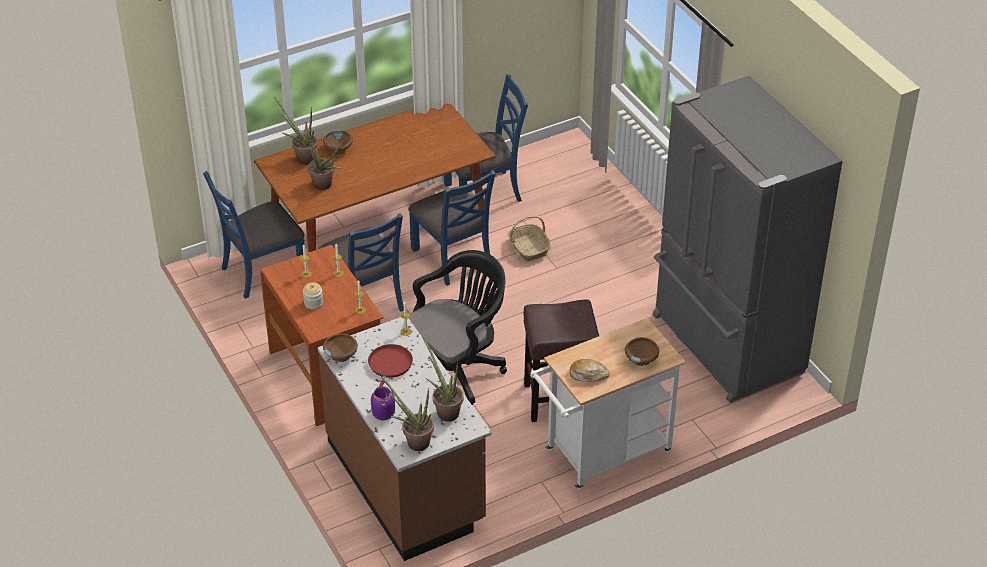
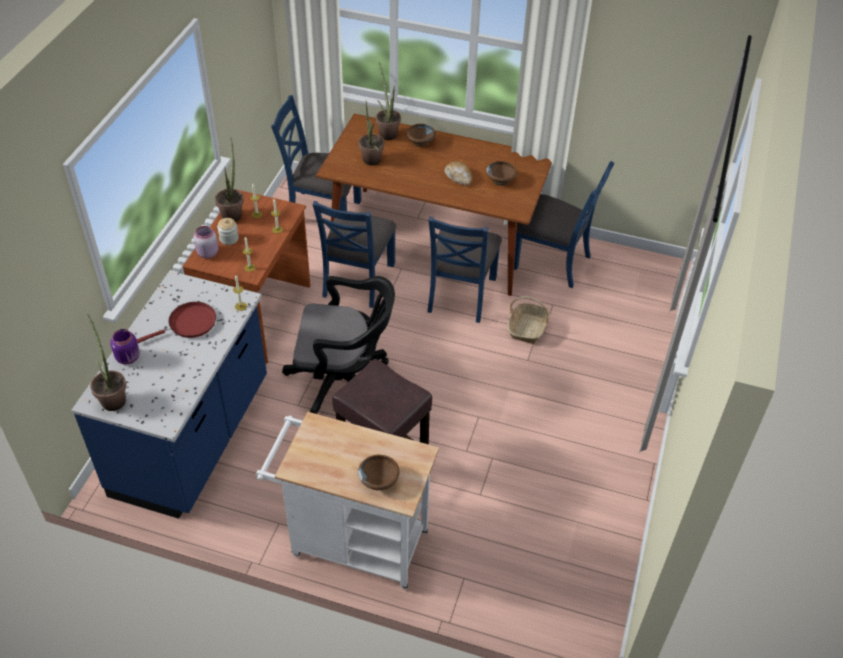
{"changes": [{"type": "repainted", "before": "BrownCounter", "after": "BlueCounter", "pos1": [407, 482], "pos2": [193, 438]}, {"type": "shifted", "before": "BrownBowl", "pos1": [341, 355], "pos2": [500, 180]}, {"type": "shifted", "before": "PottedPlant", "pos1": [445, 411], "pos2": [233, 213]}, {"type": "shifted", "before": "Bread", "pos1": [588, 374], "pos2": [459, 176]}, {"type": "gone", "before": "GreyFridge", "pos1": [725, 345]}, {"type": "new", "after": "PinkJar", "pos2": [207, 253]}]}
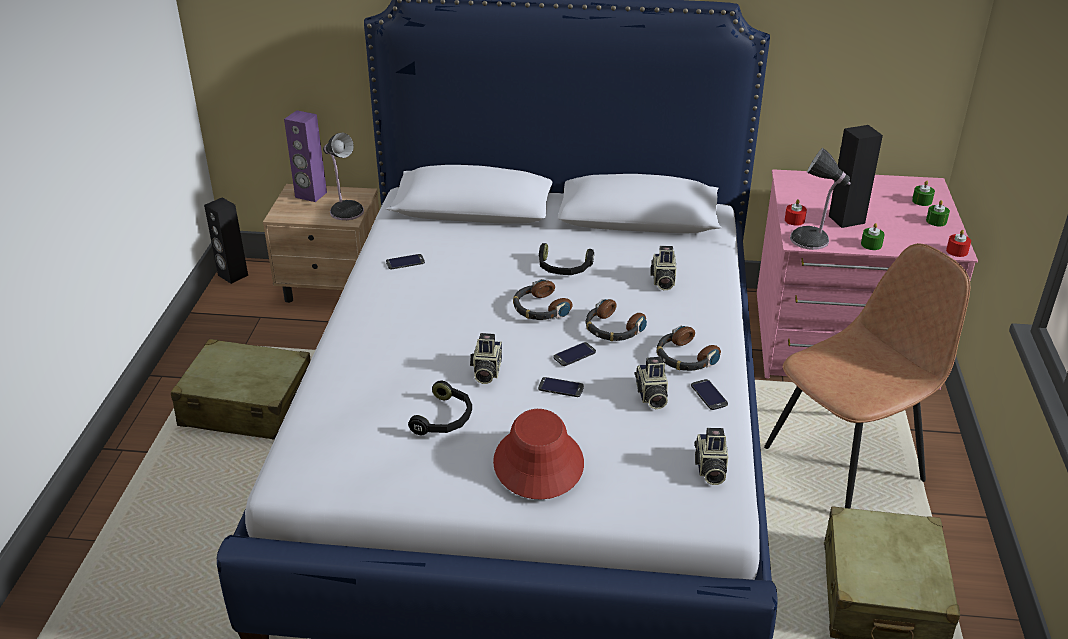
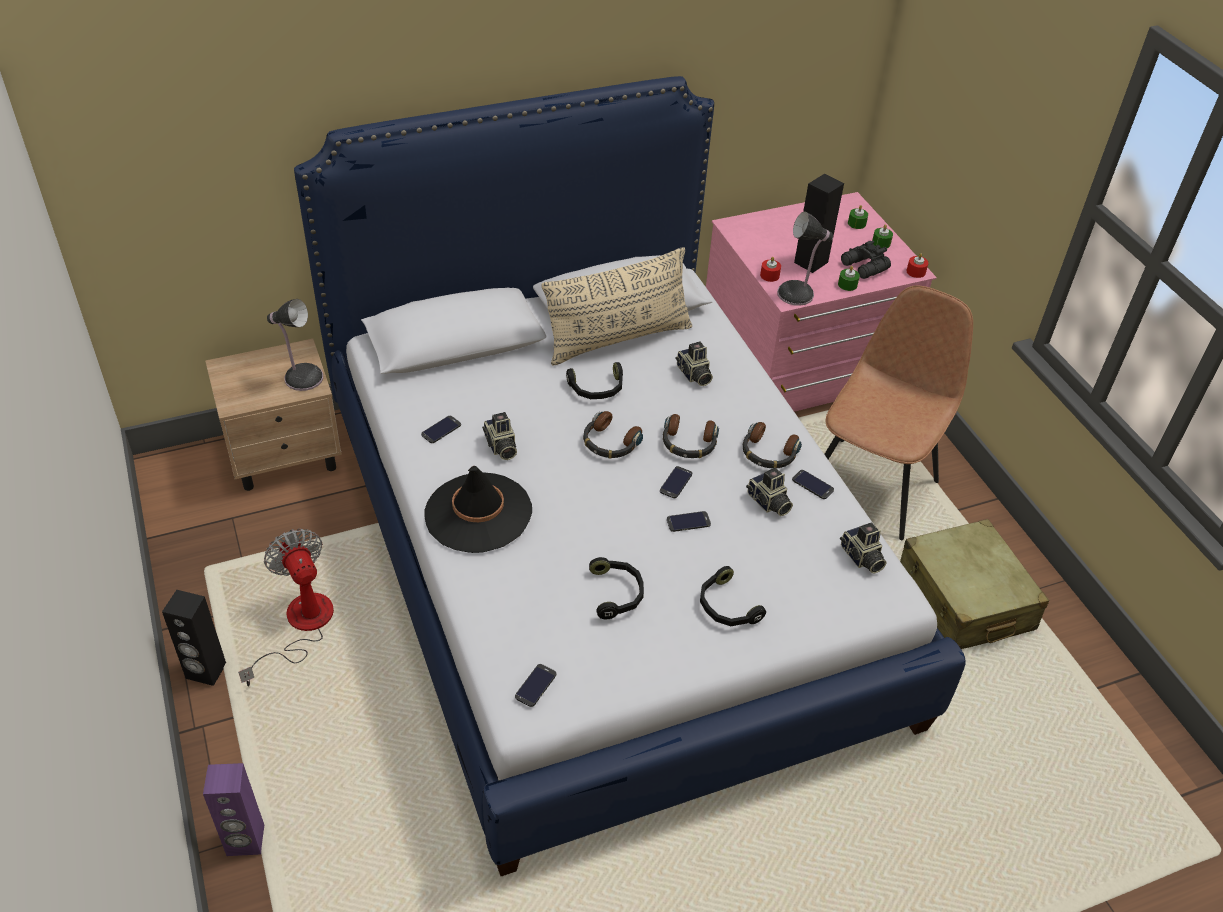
{"changes": [{"type": "swapped", "before": "BeigeSuitcase", "after": "Fan", "pos1": [247, 406], "pos2": [300, 627]}, {"type": "shifted", "before": "BlackSpeaker", "pos1": [232, 275], "pos2": [205, 671]}, {"type": "shifted", "before": "PurpleSpeaker", "pos1": [310, 195], "pos2": [245, 841]}, {"type": "shifted", "before": "PhotoCamera", "pos1": [486, 371], "pos2": [500, 447]}, {"type": "swapped", "before": "RedHat", "after": "BlackHeadphones", "pos1": [538, 463], "pos2": [726, 607]}, {"type": "new", "after": "BlackHat", "pos2": [478, 513]}, {"type": "new", "after": "Phone", "pos2": [536, 685]}, {"type": "new", "after": "BeigePillow", "pos2": [618, 339]}, {"type": "new", "after": "BlackBinoculars", "pos2": [864, 267]}]}
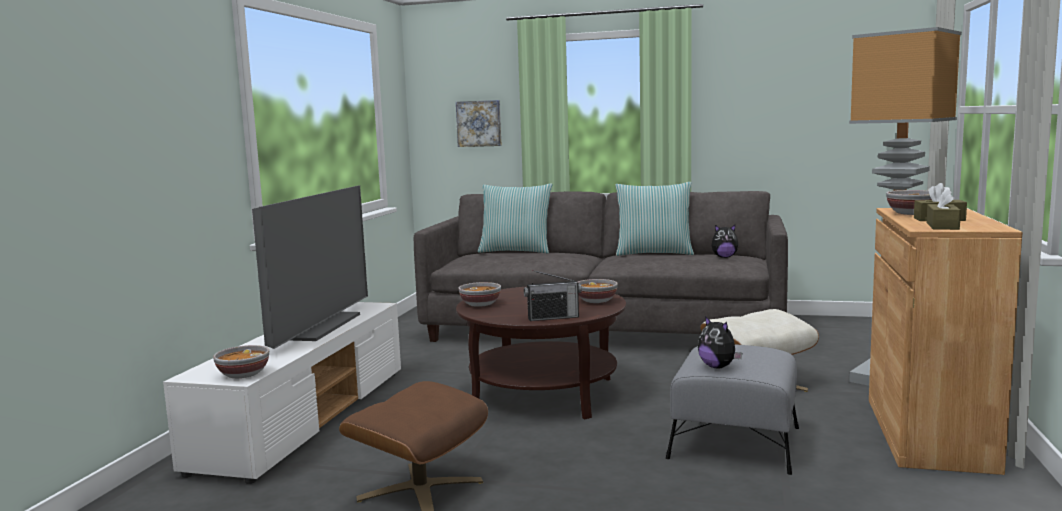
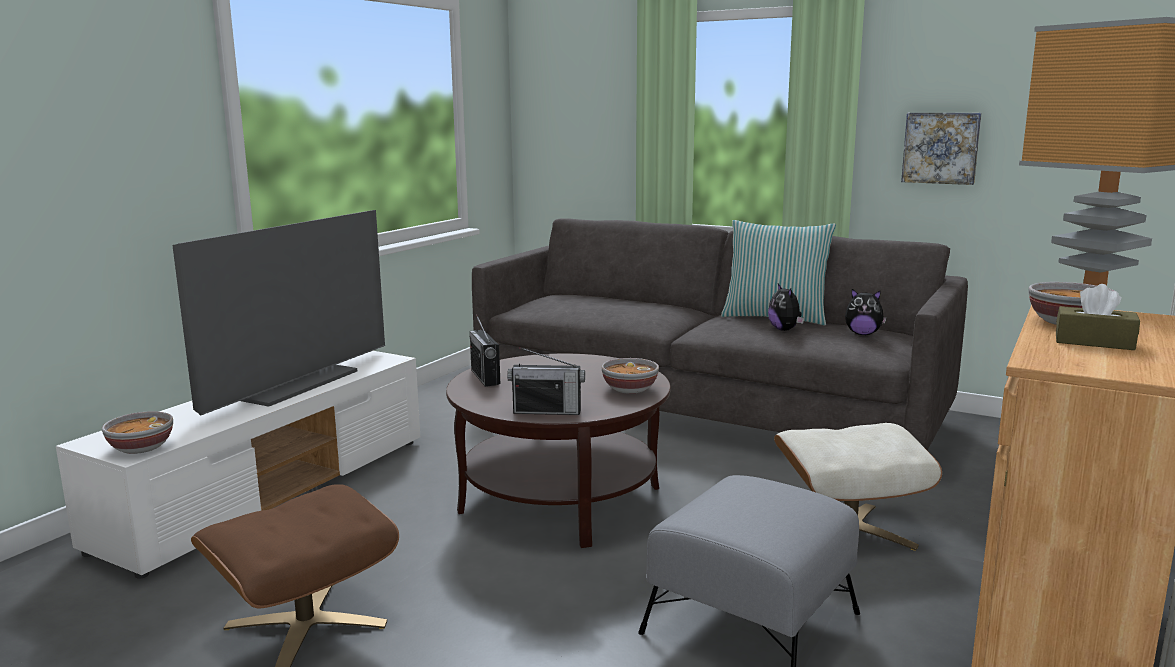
{"changes": [{"type": "shifted", "before": "Picture", "pos1": [479, 123], "pos2": [941, 148]}, {"type": "swapped", "before": "Bowl", "after": "Radio", "pos1": [480, 304], "pos2": [485, 377]}, {"type": "gone", "before": "Pillow", "pos1": [516, 251]}, {"type": "shifted", "before": "PlushToy", "pos1": [718, 367], "pos2": [785, 330]}, {"type": "gone", "before": "BrownTissueBox", "pos1": [942, 226]}]}
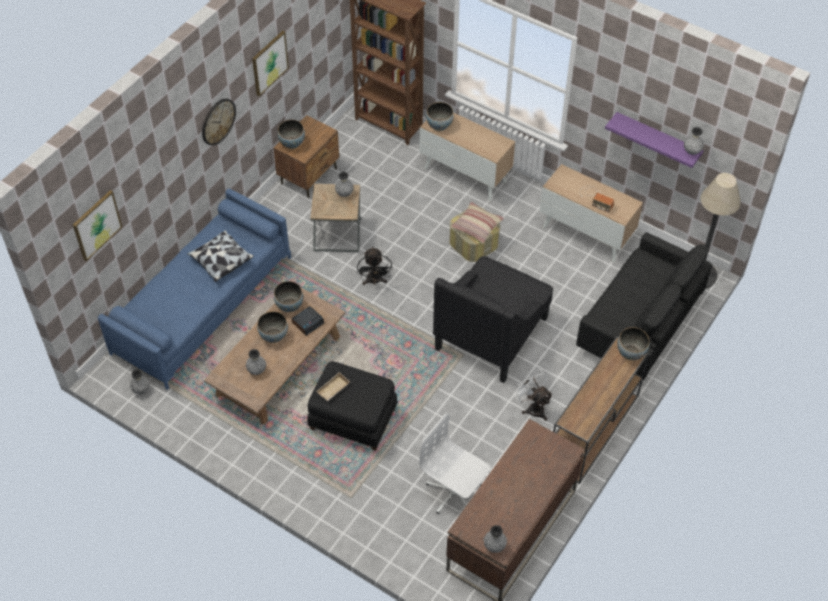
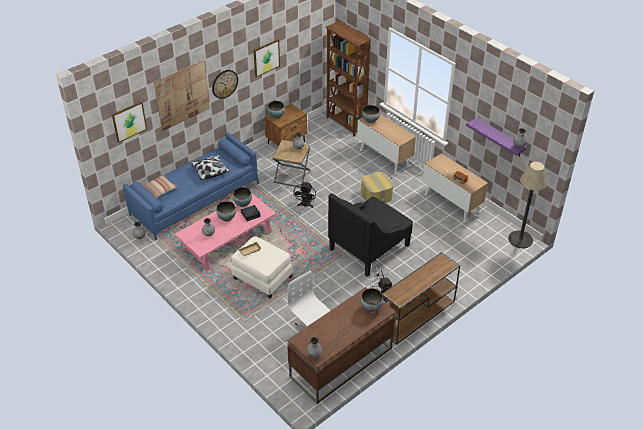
{"changes": [{"type": "repainted", "before": "BrownCoffeeTable", "after": "PinkCoffeeTable", "pos1": [278, 365], "pos2": [228, 240]}, {"type": "repainted", "before": "BlackOttoman", "after": "WhiteOttoman", "pos1": [352, 420], "pos2": [262, 278]}, {"type": "shifted", "before": "Pillow", "pos1": [477, 226], "pos2": [160, 189]}, {"type": "gone", "before": "BlackSofa", "pos1": [639, 325]}, {"type": "shifted", "before": "Bowl", "pos1": [630, 353], "pos2": [371, 307]}, {"type": "new", "after": "Picture", "pos2": [182, 95]}]}
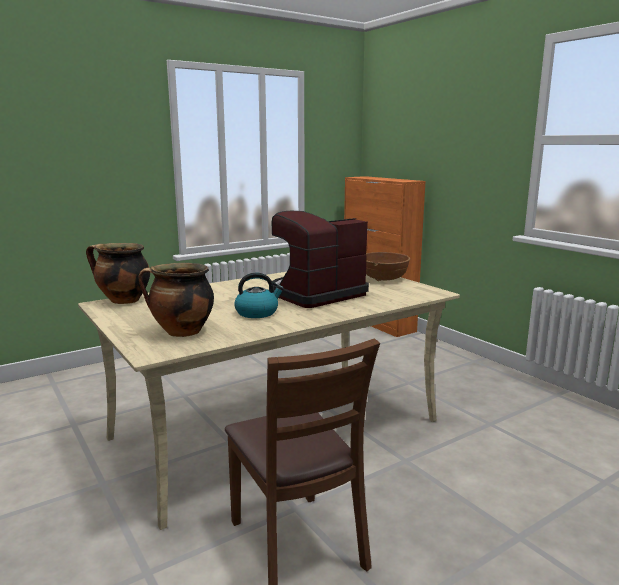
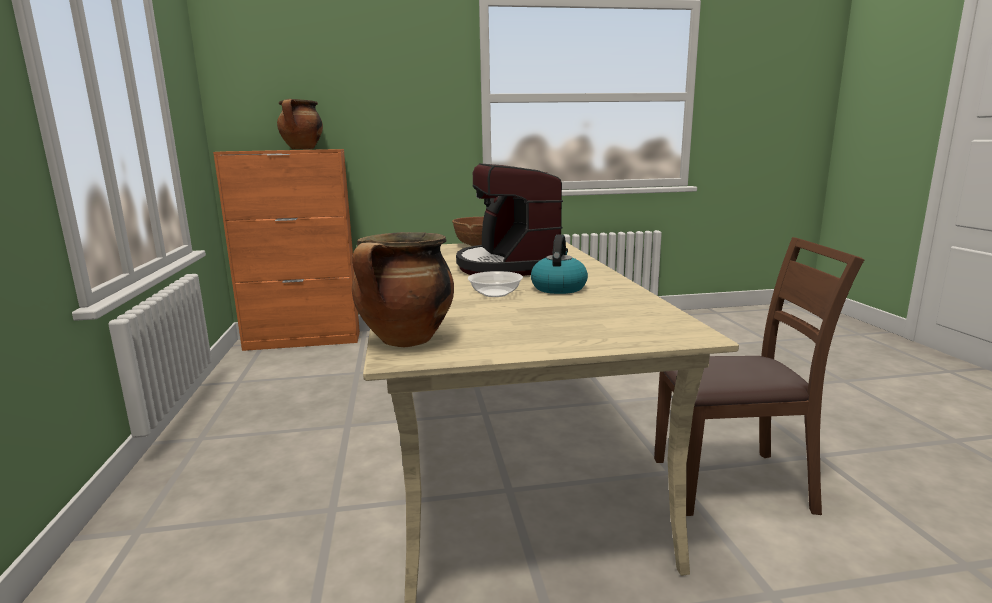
{"changes": [{"type": "shifted", "before": "CookingPot", "pos1": [181, 333], "pos2": [302, 149]}, {"type": "new", "after": "Bowl", "pos2": [495, 294]}]}
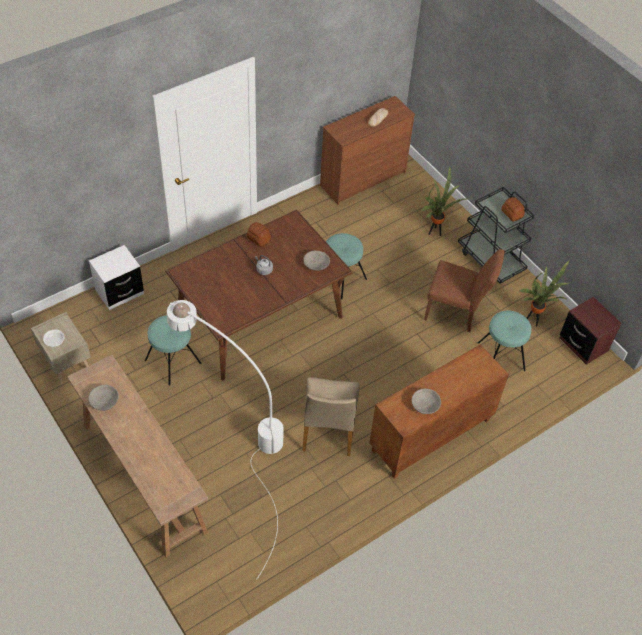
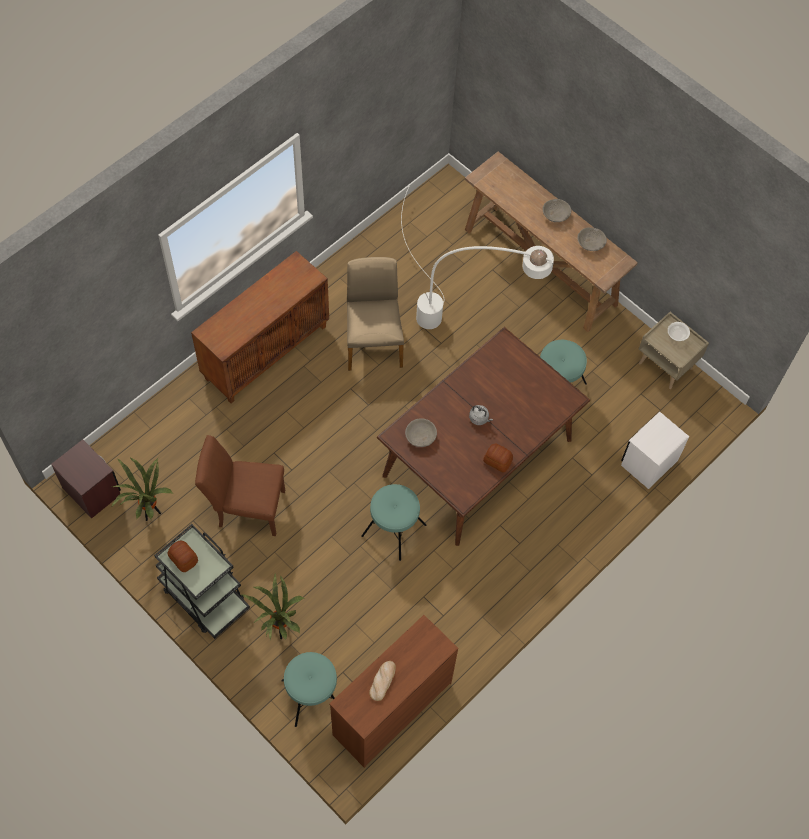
{"changes": [{"type": "shifted", "before": "GreyBowl", "pos1": [425, 405], "pos2": [555, 215]}, {"type": "shifted", "before": "TurquoiseStool", "pos1": [501, 356], "pos2": [312, 695]}]}
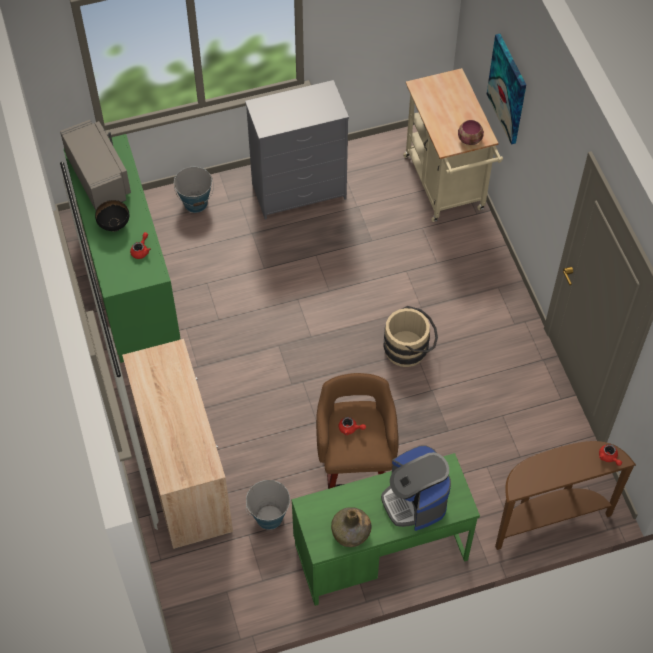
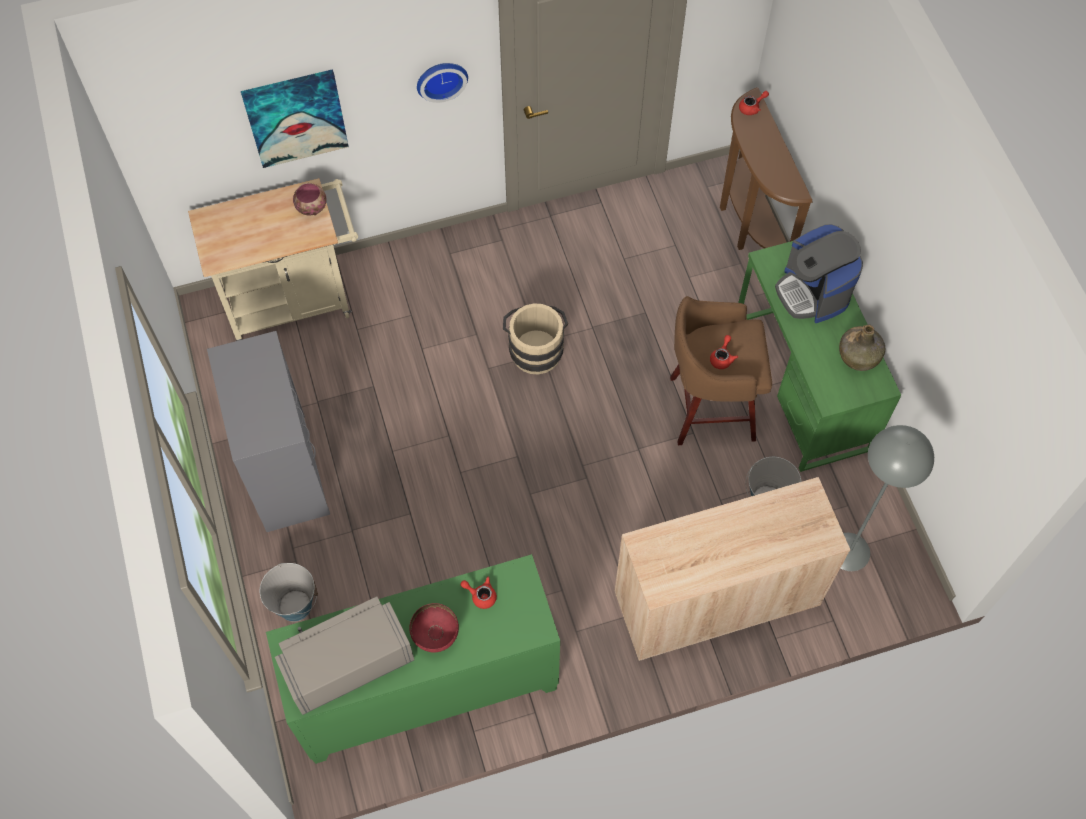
{"changes": [{"type": "repainted", "before": "BlackBowl", "after": "RedBowl", "pos1": [114, 225], "pos2": [435, 635]}, {"type": "rotated", "before": "CoffeeMachine", "pos1": [415, 501], "pos2": [813, 292], "turn": 90}, {"type": "new", "after": "WallClock", "pos2": [441, 78]}, {"type": "new", "after": "GreyFloorLamp", "pos2": [849, 552]}]}
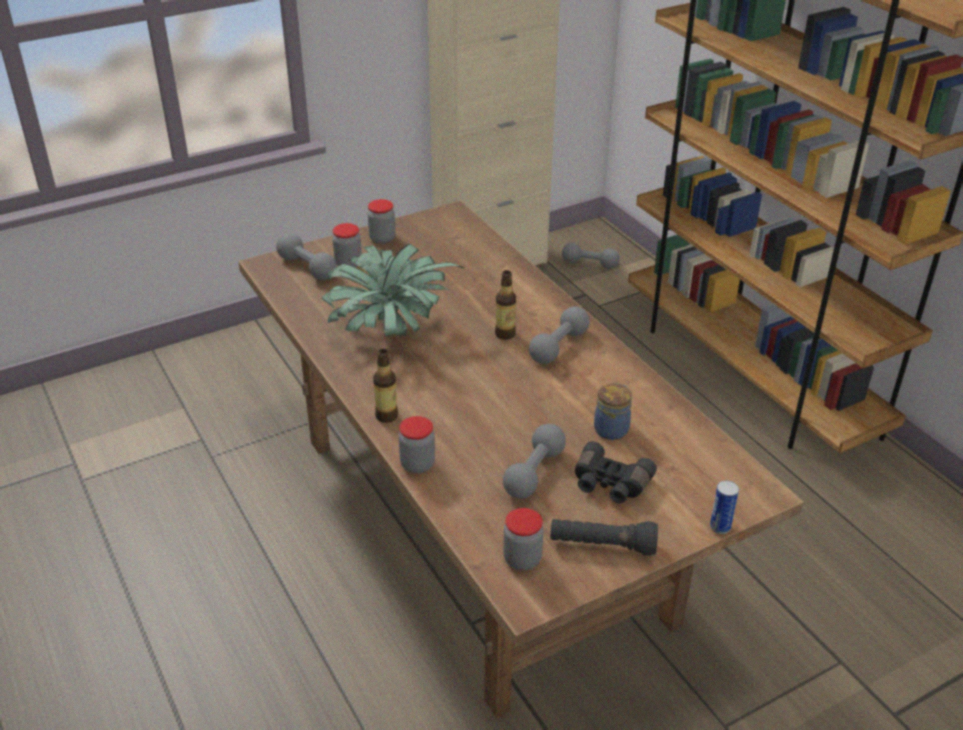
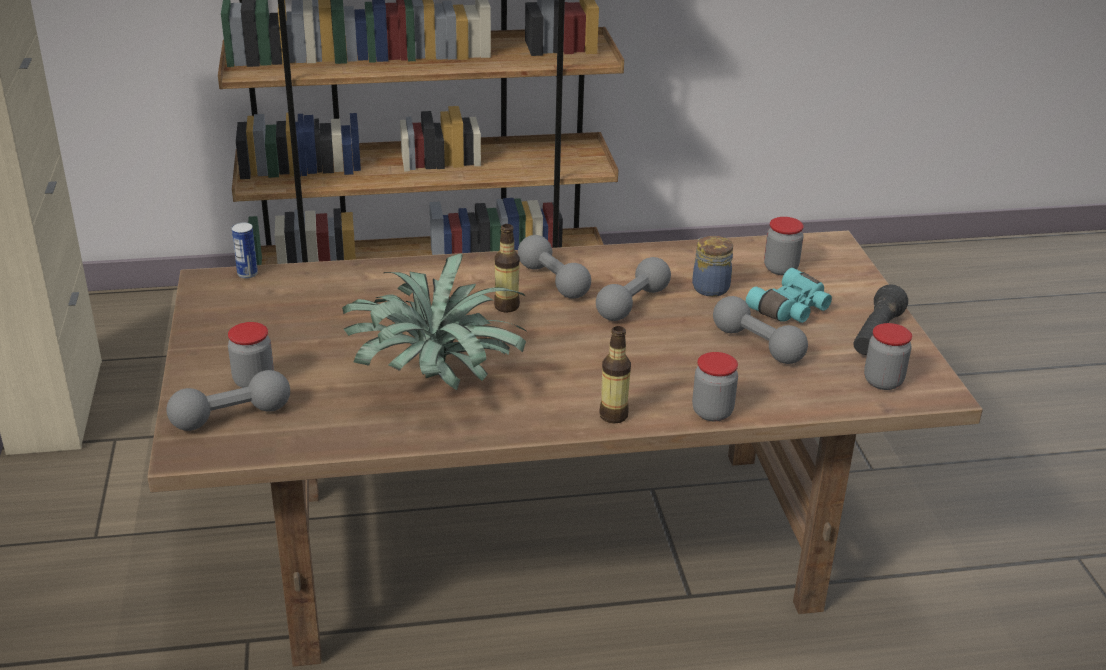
{"changes": [{"type": "shifted", "before": "Jar", "pos1": [382, 238], "pos2": [780, 268]}, {"type": "shifted", "before": "GreyDumbbell", "pos1": [589, 264], "pos2": [633, 304]}, {"type": "repainted", "before": "BlackBinoculars", "after": "TurquoiseBinoculars", "pos1": [609, 484], "pos2": [791, 309]}, {"type": "shifted", "before": "Can", "pos1": [720, 527], "pos2": [247, 274]}]}
